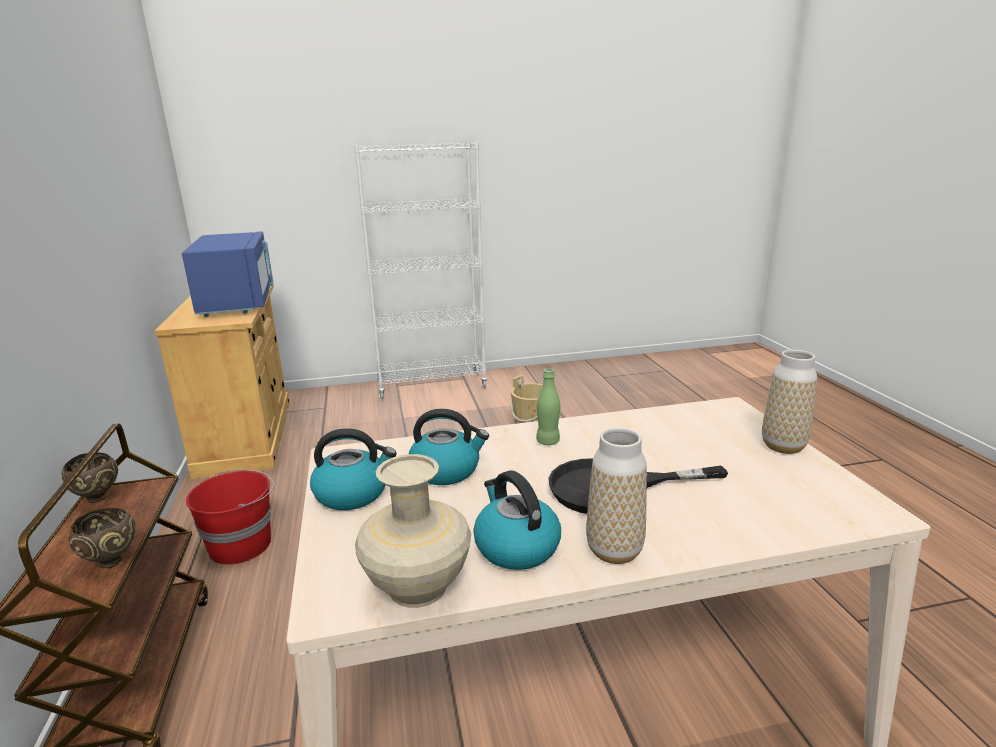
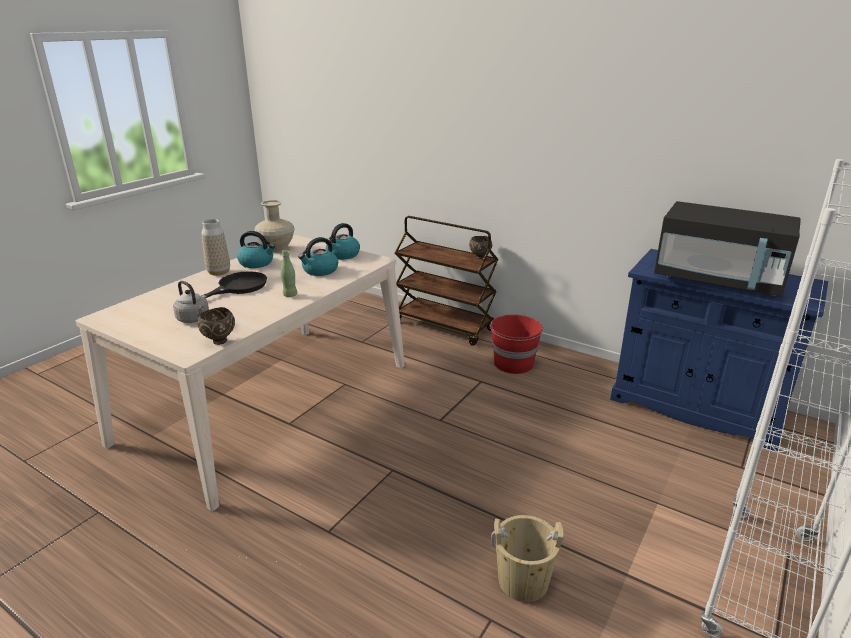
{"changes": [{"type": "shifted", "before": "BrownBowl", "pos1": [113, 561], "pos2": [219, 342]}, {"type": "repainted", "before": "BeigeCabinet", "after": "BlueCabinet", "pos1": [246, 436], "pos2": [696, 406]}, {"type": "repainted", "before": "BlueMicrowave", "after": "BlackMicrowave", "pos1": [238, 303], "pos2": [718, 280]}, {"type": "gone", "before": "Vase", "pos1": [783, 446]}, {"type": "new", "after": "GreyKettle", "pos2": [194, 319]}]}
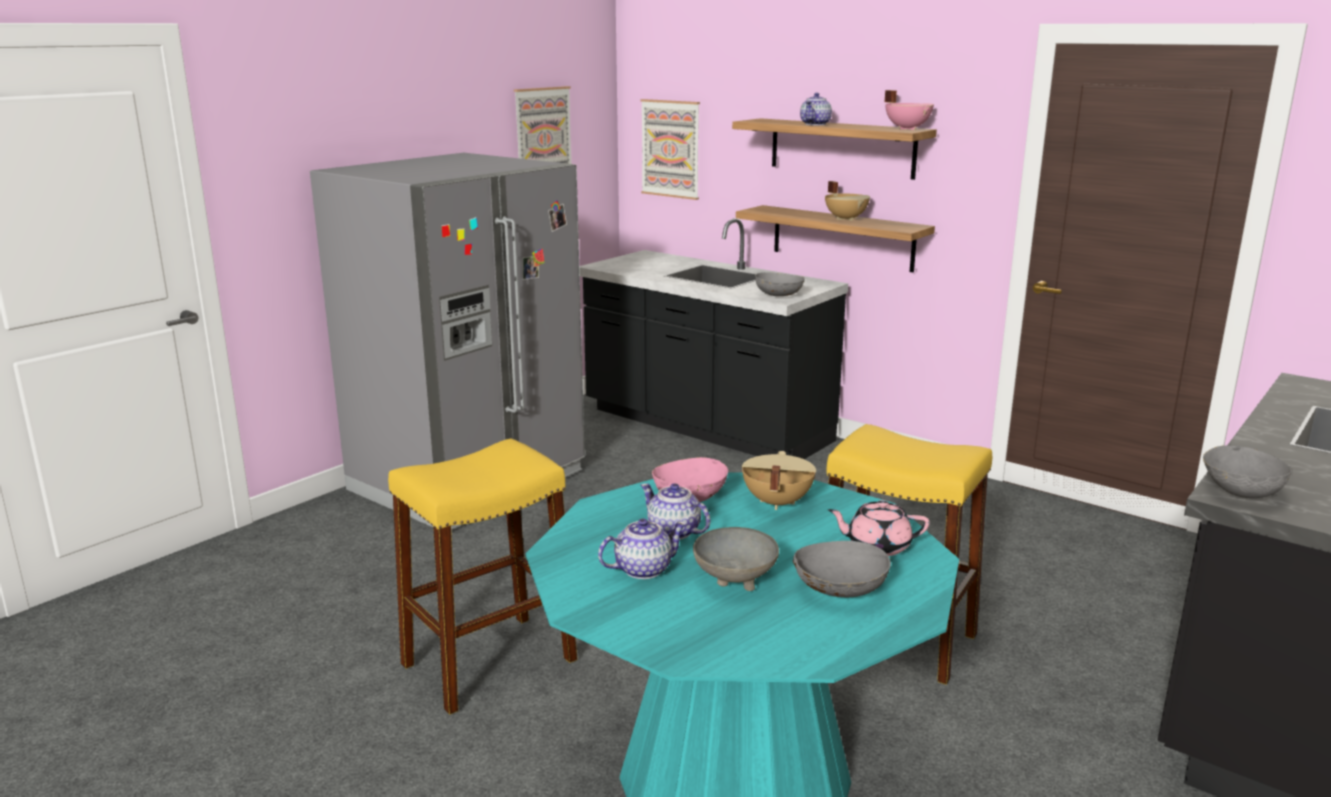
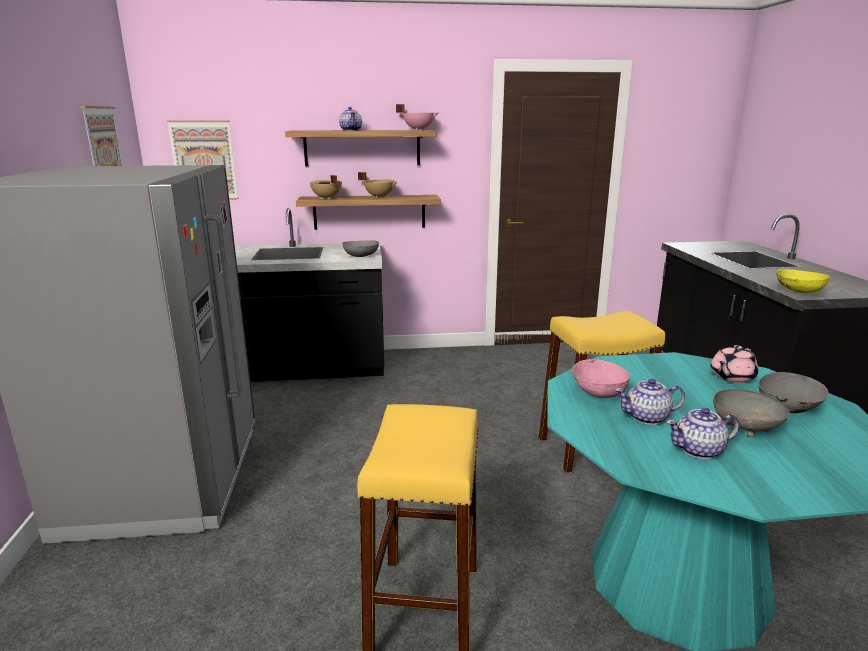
{"changes": [{"type": "rotated", "before": "Teapot", "pos1": [642, 569], "pos2": [699, 450], "turn": -120}, {"type": "shifted", "before": "BeigeCookingPot", "pos1": [775, 502], "pos2": [326, 198]}, {"type": "repainted", "before": "GreyBowl", "after": "YellowBowl", "pos1": [1239, 492], "pos2": [798, 291]}]}
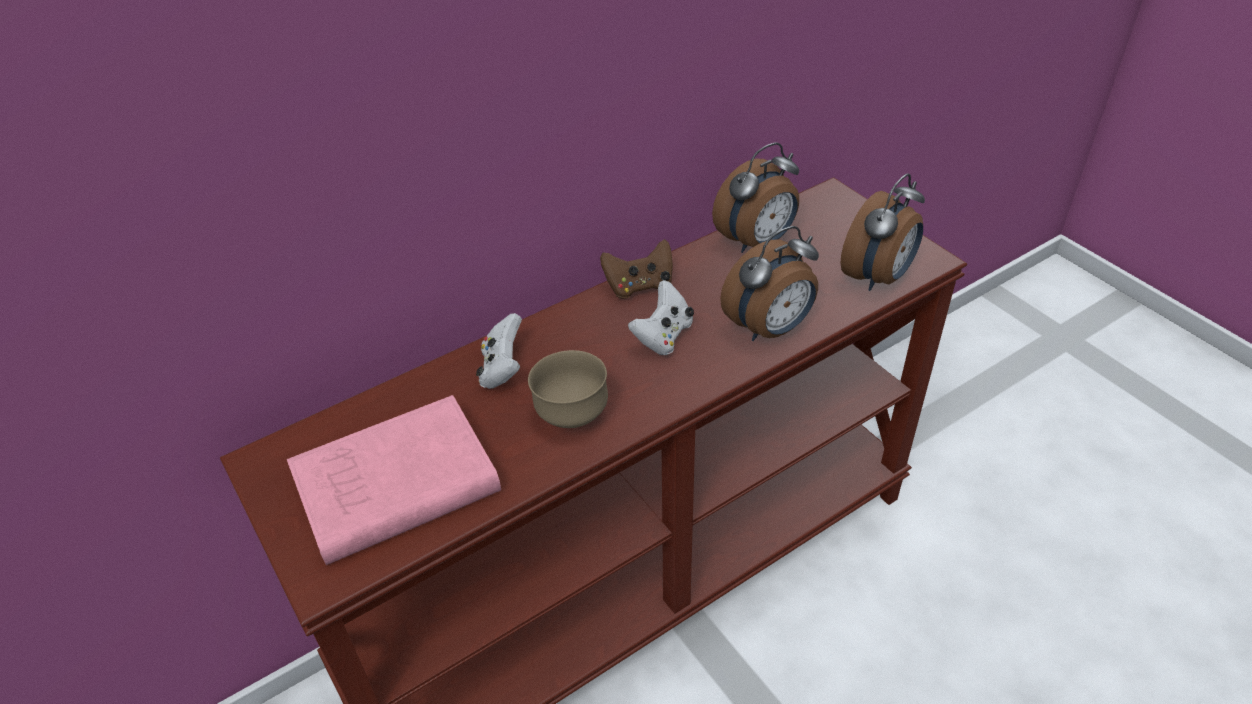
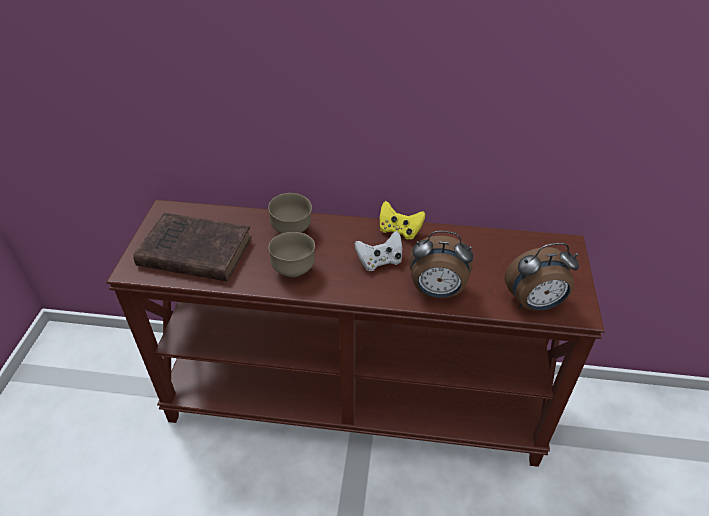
{"changes": [{"type": "repainted", "before": "PinkBook", "after": "BrownBook", "pos1": [391, 488], "pos2": [192, 252]}, {"type": "swapped", "before": "WhiteGameController", "after": "BrownBowl", "pos1": [502, 369], "pos2": [292, 231]}, {"type": "repainted", "before": "BrownGameController", "after": "YellowGameController", "pos1": [639, 286], "pos2": [399, 231]}, {"type": "gone", "before": "AlarmClock", "pos1": [757, 242]}]}
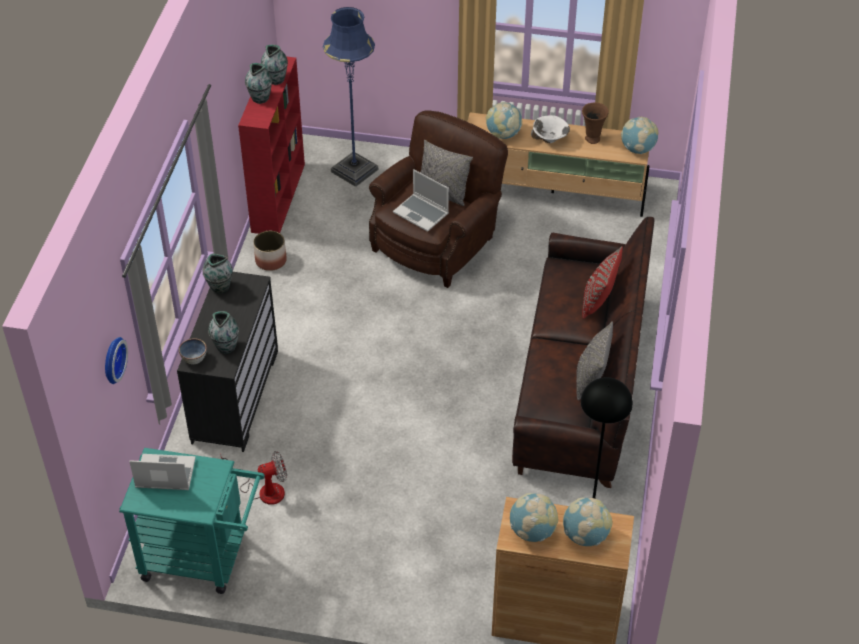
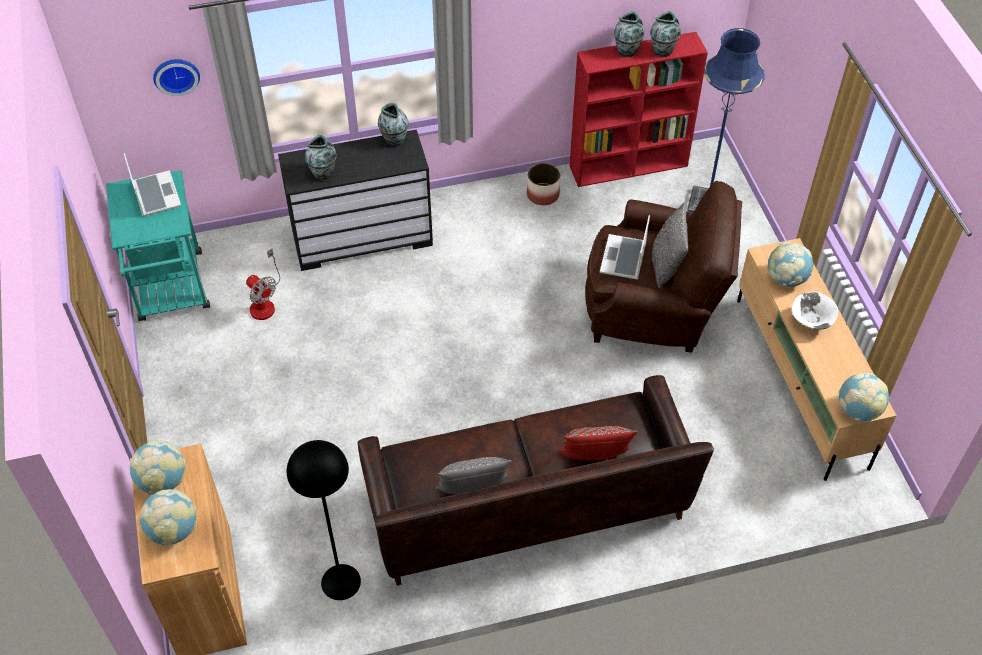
{"changes": [{"type": "gone", "before": "Bowl", "pos1": [194, 358]}, {"type": "gone", "before": "BrownVase", "pos1": [592, 139]}]}
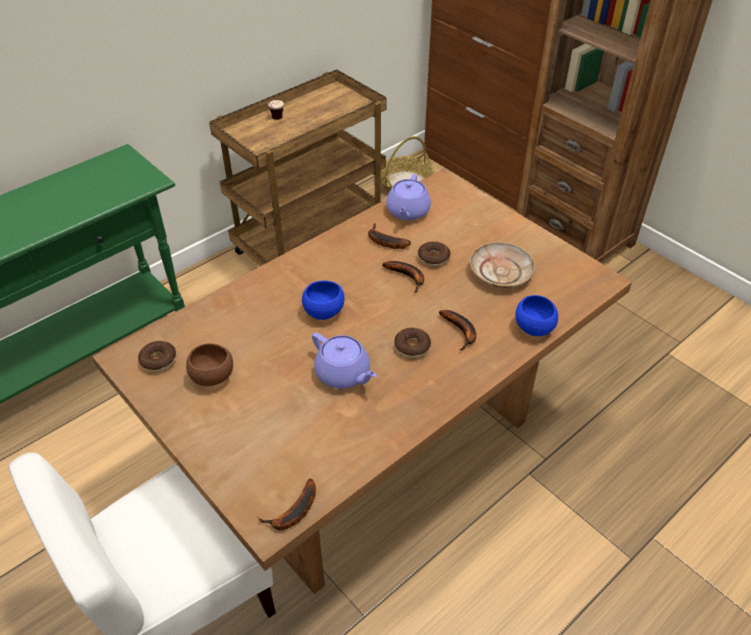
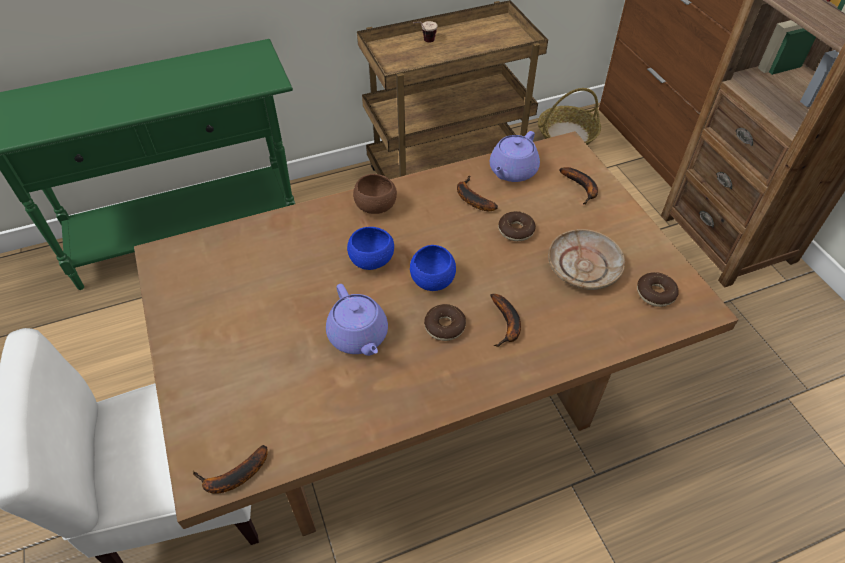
{"changes": [{"type": "shifted", "before": "Donut", "pos1": [158, 360], "pos2": [655, 293]}, {"type": "shifted", "before": "BrownBowl", "pos1": [212, 377], "pos2": [375, 207]}, {"type": "shifted", "before": "Banana", "pos1": [408, 277], "pos2": [582, 188]}, {"type": "shifted", "before": "BlueBowl", "pos1": [534, 328], "pos2": [432, 281]}]}
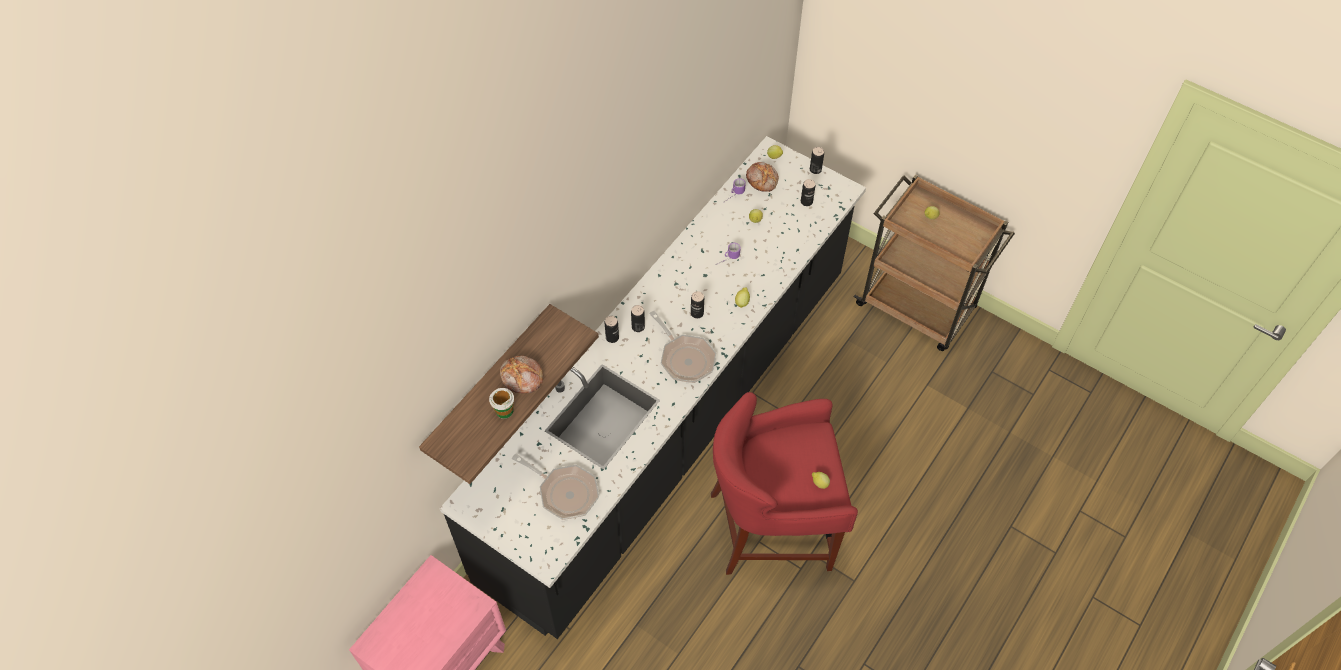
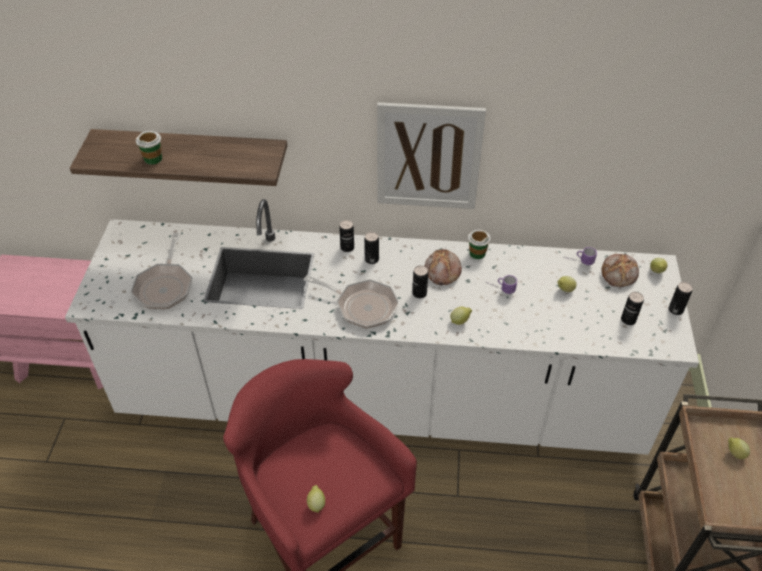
{"changes": [{"type": "repainted", "before": "BlackCounter", "after": "WhiteCounter", "pos1": [670, 423], "pos2": [381, 400]}, {"type": "shifted", "before": "Bread", "pos1": [522, 378], "pos2": [441, 272]}, {"type": "rotated", "before": "FryingPan", "pos1": [684, 358], "pos2": [362, 306], "turn": -90}, {"type": "new", "after": "Picture", "pos2": [428, 156]}, {"type": "new", "after": "Cup", "pos2": [477, 253]}]}
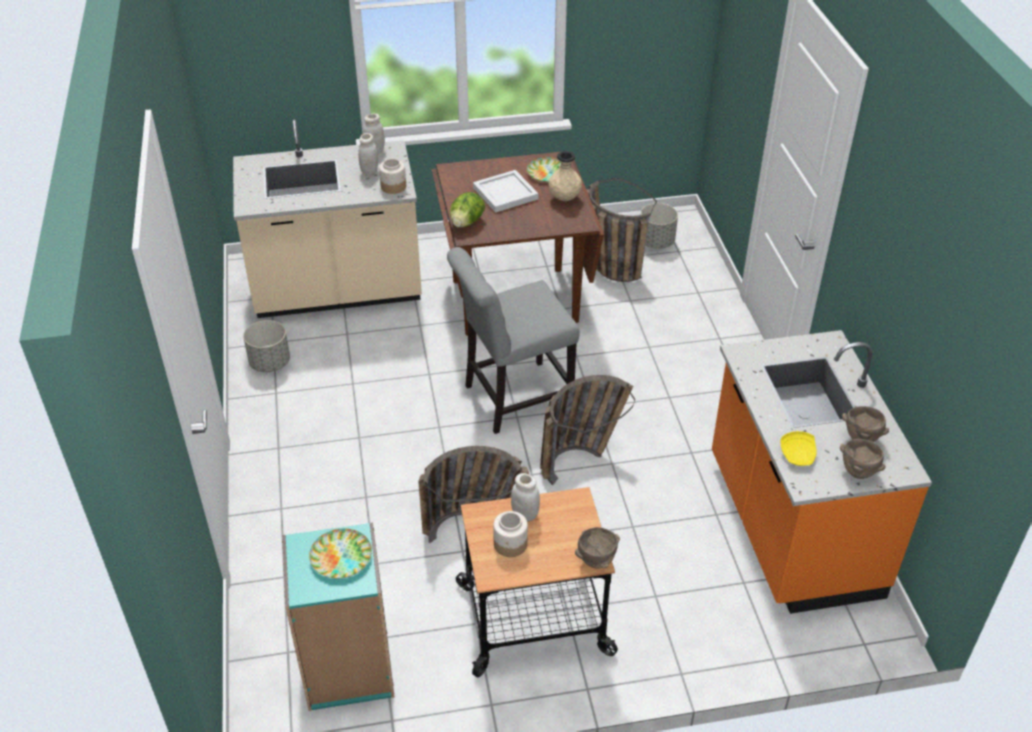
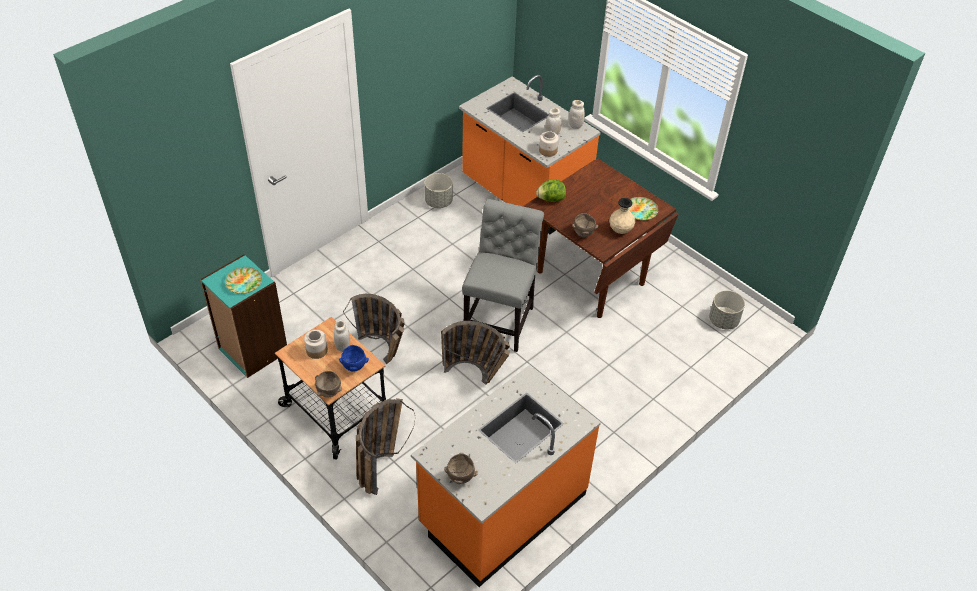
{"changes": [{"type": "repainted", "before": "BeigeCounter", "after": "OrangeCounter", "pos1": [337, 290], "pos2": [523, 195]}, {"type": "rotated", "before": "GreyChair", "pos1": [512, 399], "pos2": [500, 320], "turn": 75}, {"type": "gone", "before": "WhiteTray", "pos1": [505, 194]}, {"type": "shifted", "before": "Basket", "pos1": [608, 264], "pos2": [381, 464]}, {"type": "gone", "before": "YellowPlate", "pos1": [798, 455]}, {"type": "shifted", "before": "BrownBowl", "pos1": [861, 439], "pos2": [583, 234]}, {"type": "new", "after": "BlueBowl", "pos2": [354, 367]}]}
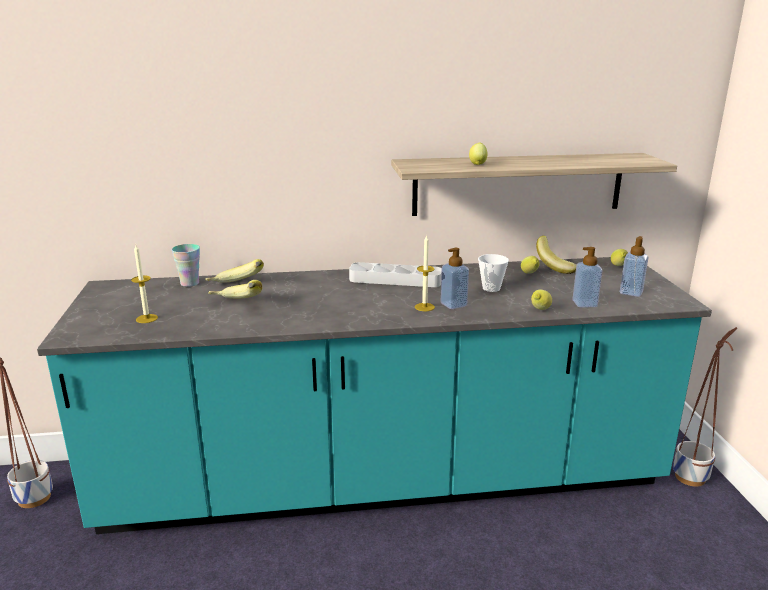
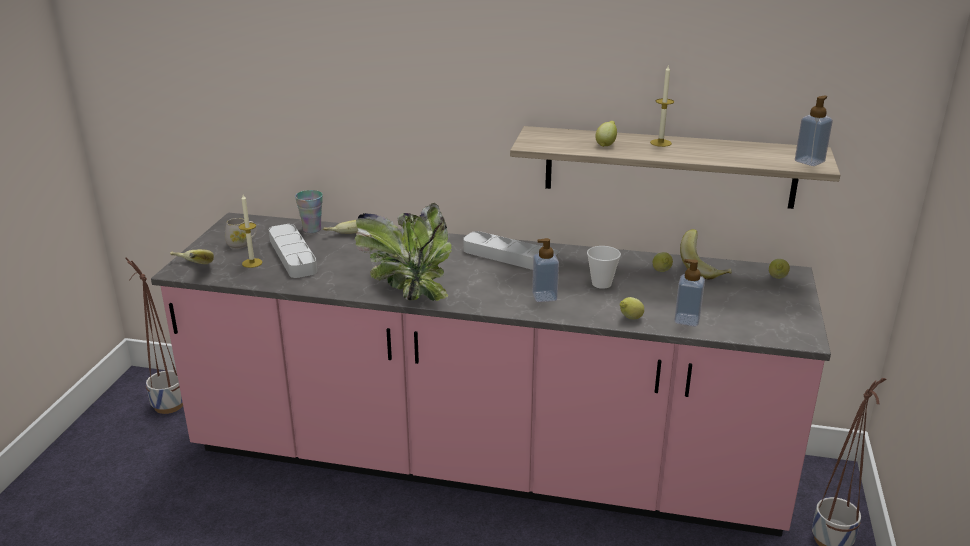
{"changes": [{"type": "repainted", "before": "TurquoiseCounter", "after": "PinkCounter", "pos1": [384, 481], "pos2": [485, 462]}, {"type": "shifted", "before": "Banana", "pos1": [236, 304], "pos2": [190, 270]}, {"type": "shifted", "before": "Candle", "pos1": [424, 307], "pos2": [660, 143]}, {"type": "shifted", "before": "SoapDispenser", "pos1": [631, 292], "pos2": [809, 161]}, {"type": "new", "after": "WhiteMug", "pos2": [242, 244]}, {"type": "new", "after": "GreyTray", "pos2": [292, 255]}, {"type": "new", "after": "PottedPlant", "pos2": [409, 288]}]}
